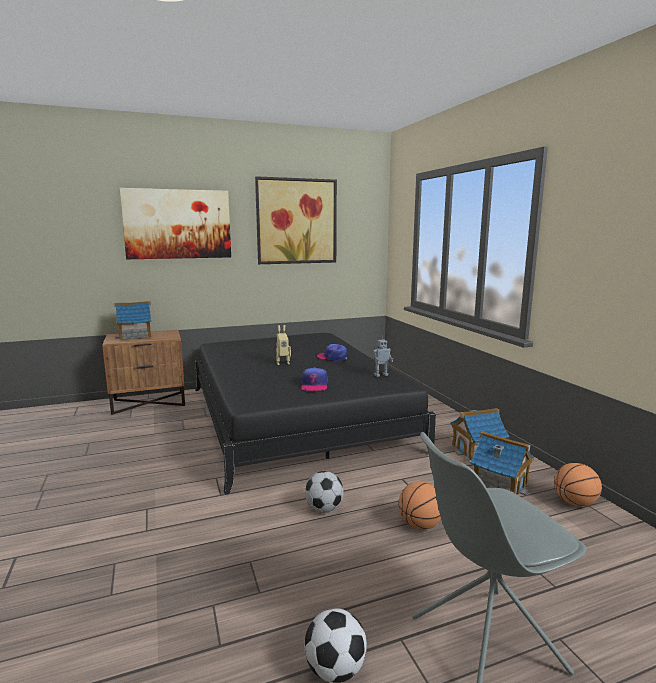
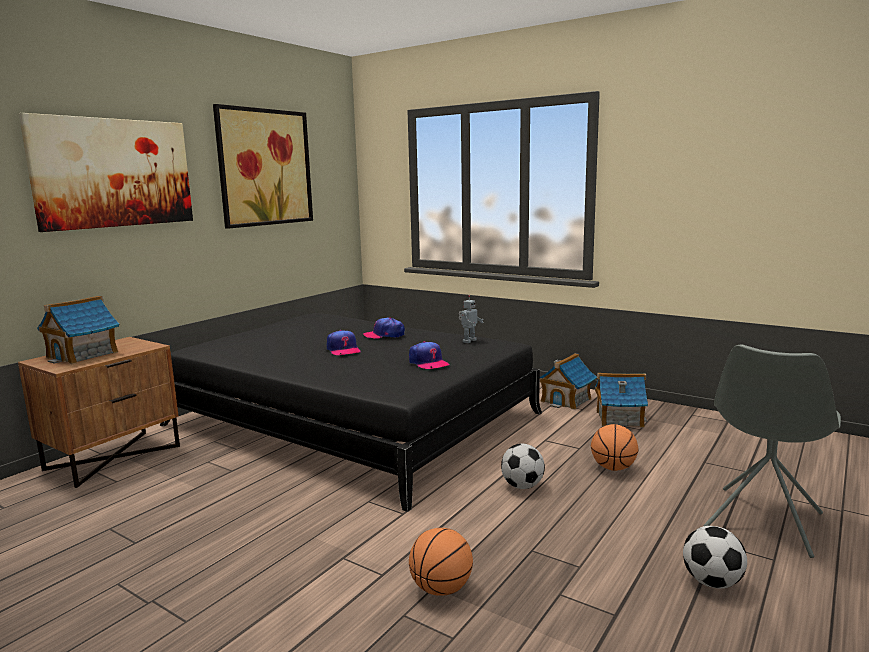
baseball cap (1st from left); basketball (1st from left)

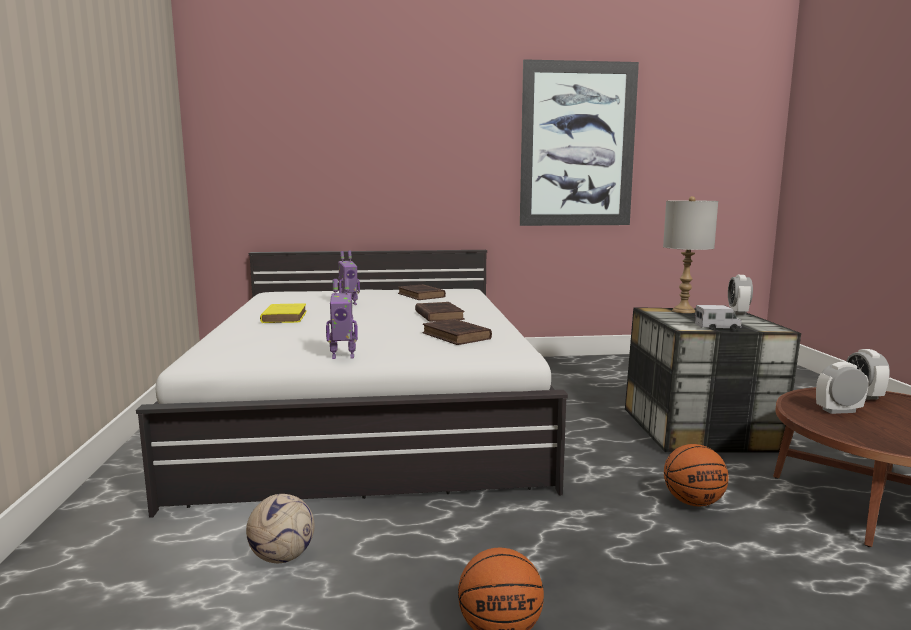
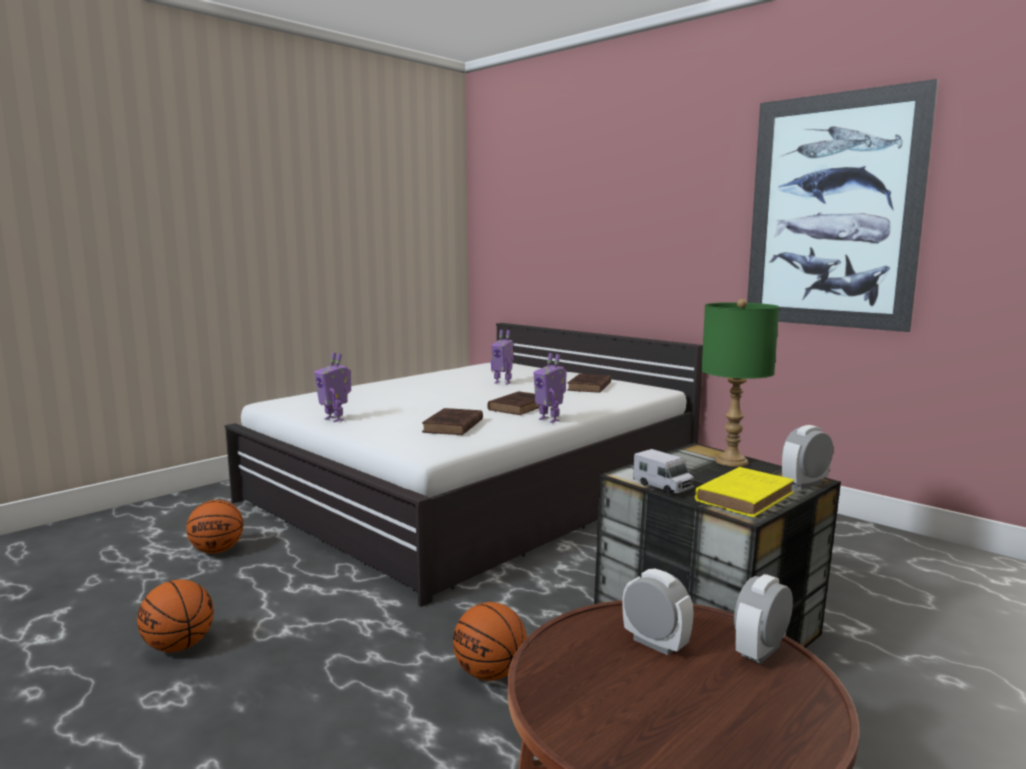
basketball (2nd from left); model robot (3rd from left); book in yellow-coloured; lamp for a table in green-coloured

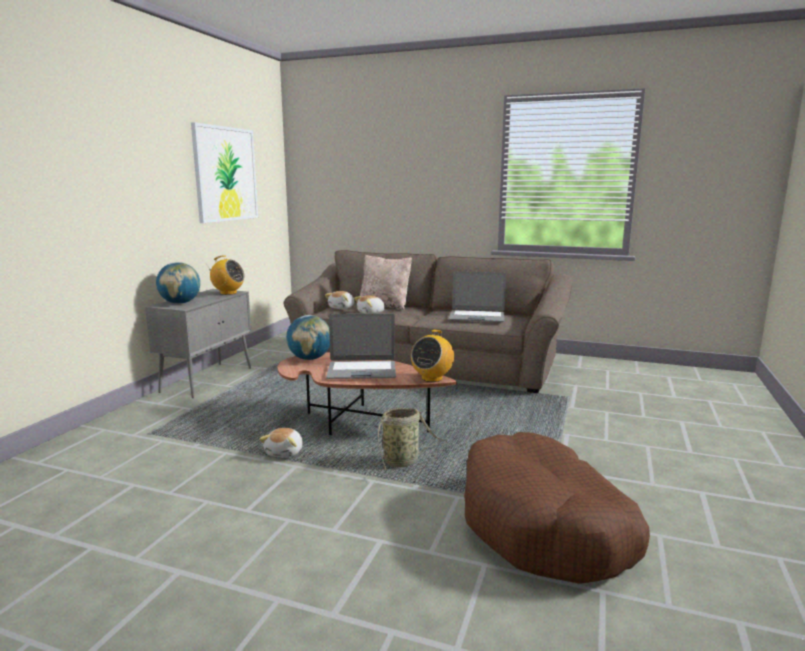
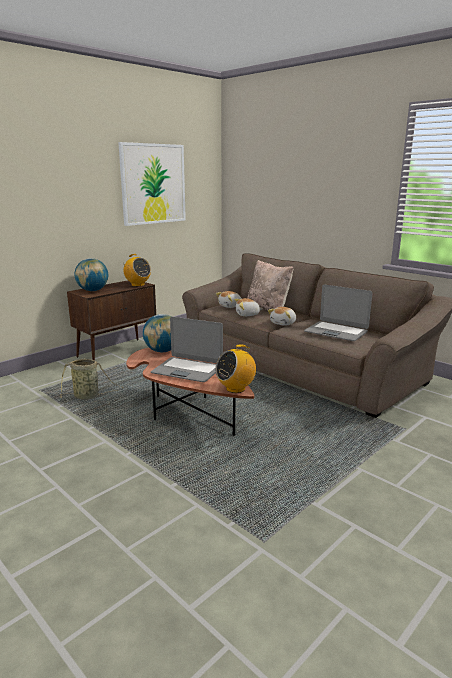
storage basket; cupboard in brownish; soft toy (3rd from left); pet bed in brownish

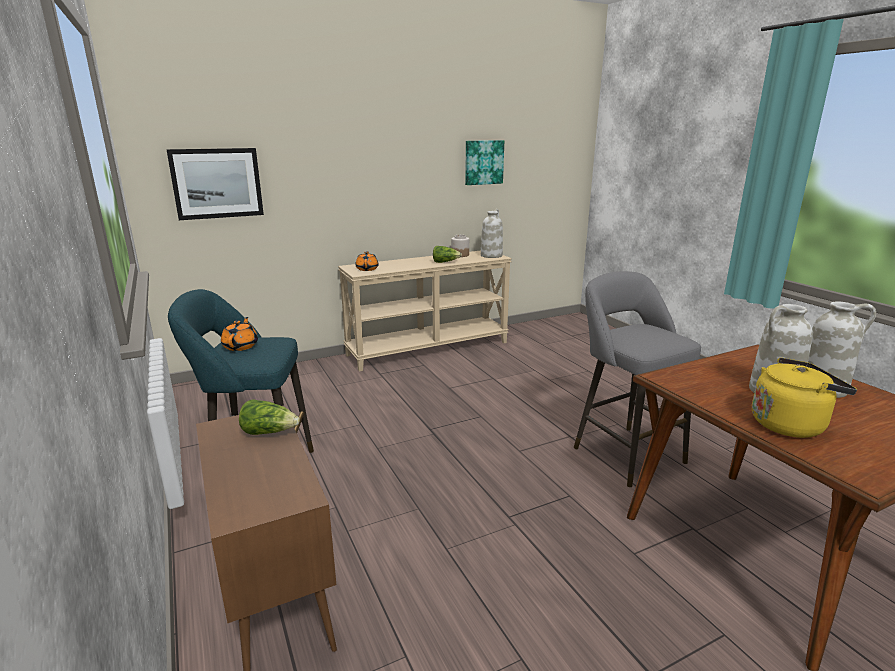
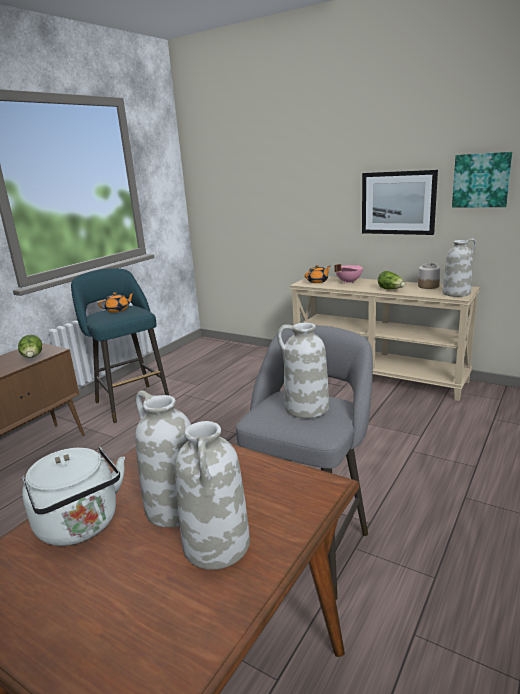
tea kettle in white; flower vase in white (3rd from left); saucepot in pink; wall art (1st from left)

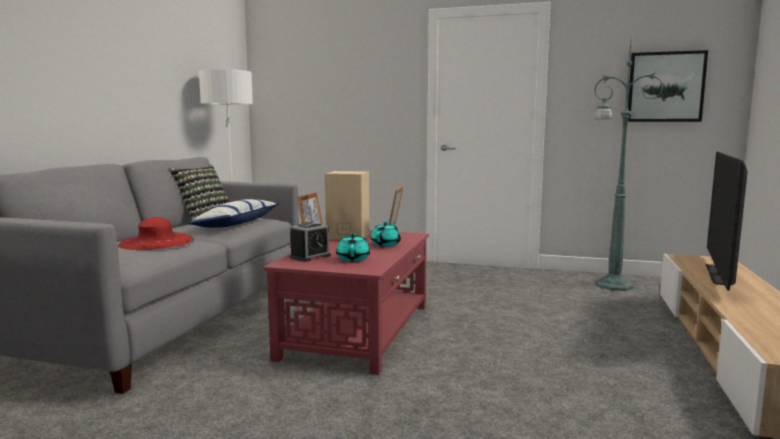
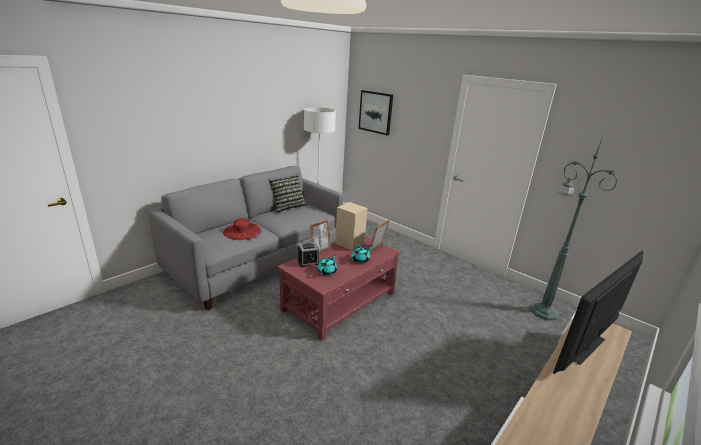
wall art; throw pillow (2nd from left in the first image)

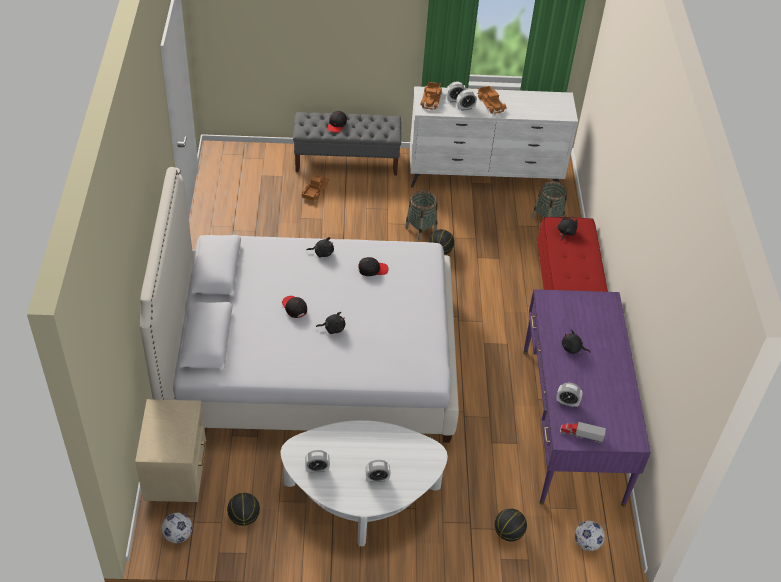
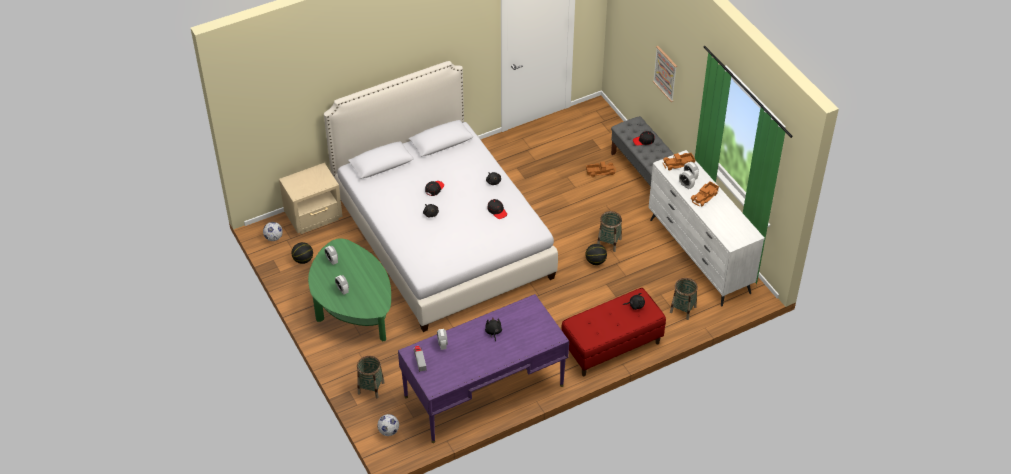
lounge table in green-coloured; storage basket (1st from left); wall art

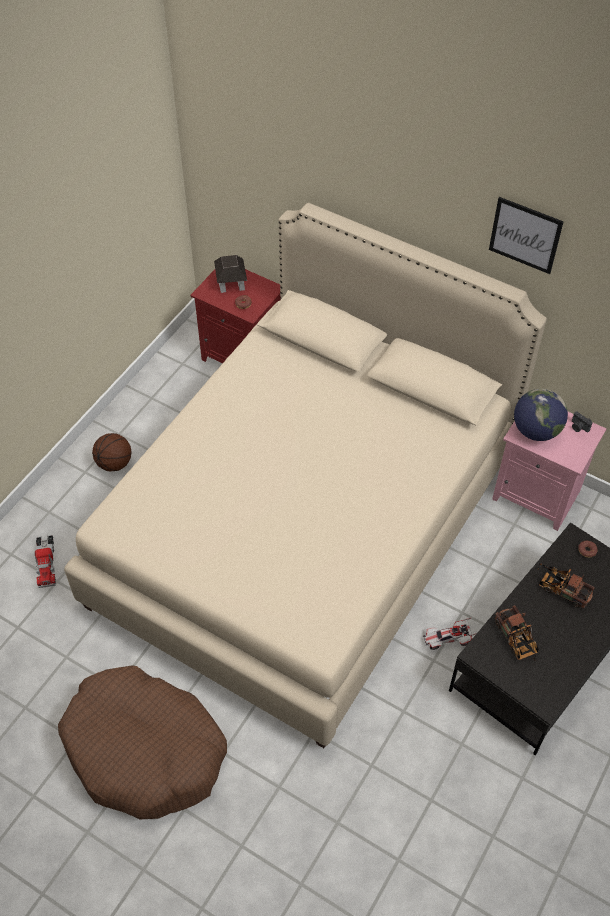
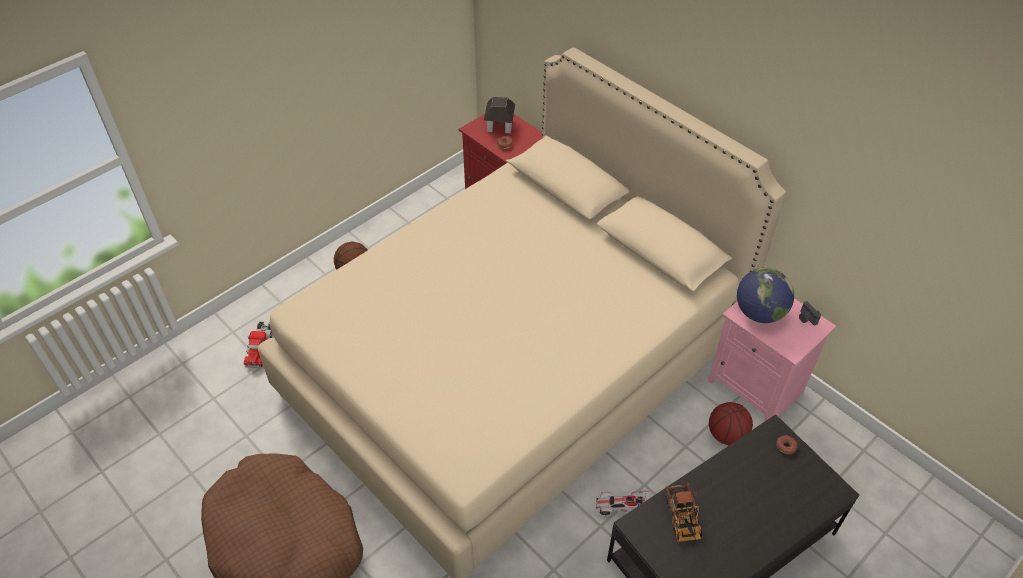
basketball (2nd from left); wall art; model truck (3rd from left in the first image)

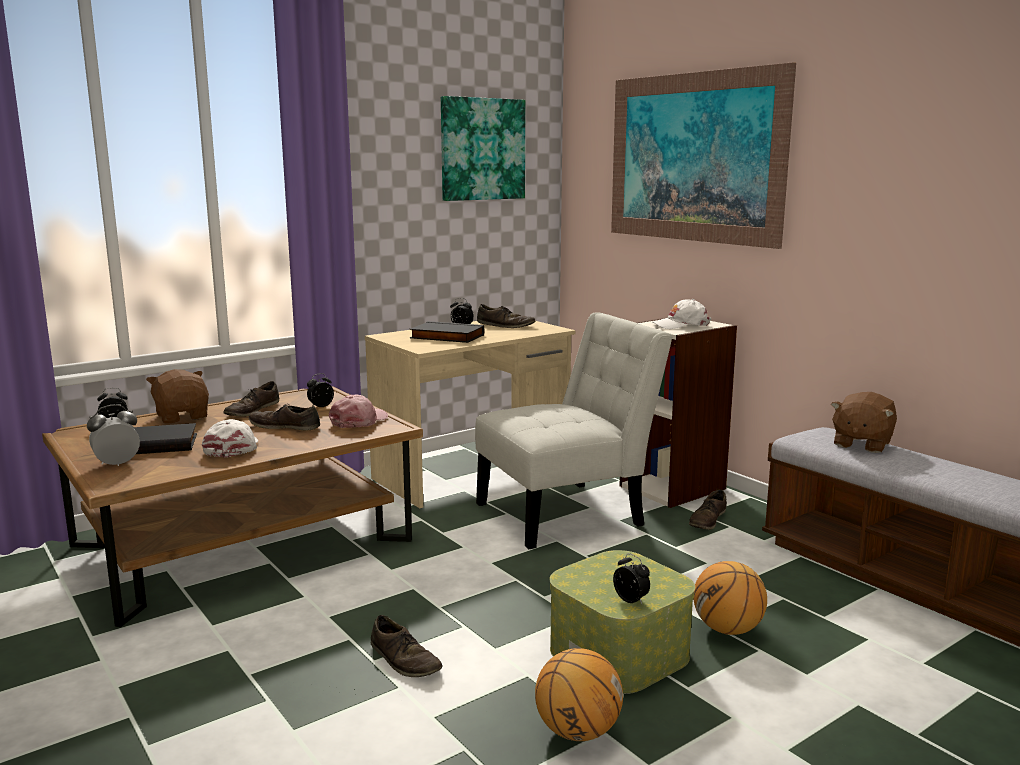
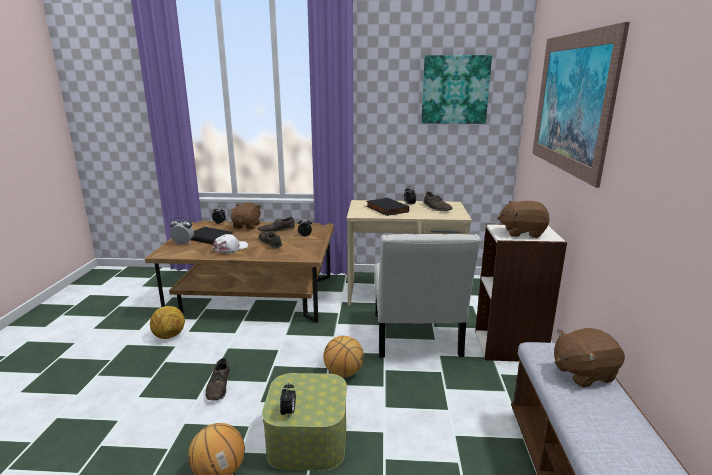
football ball; basketball (2nd from left); chair in white; soft toy in brownish (2nd from left); baseball cap in pink; shoe in brownish (5th from left in the first image)

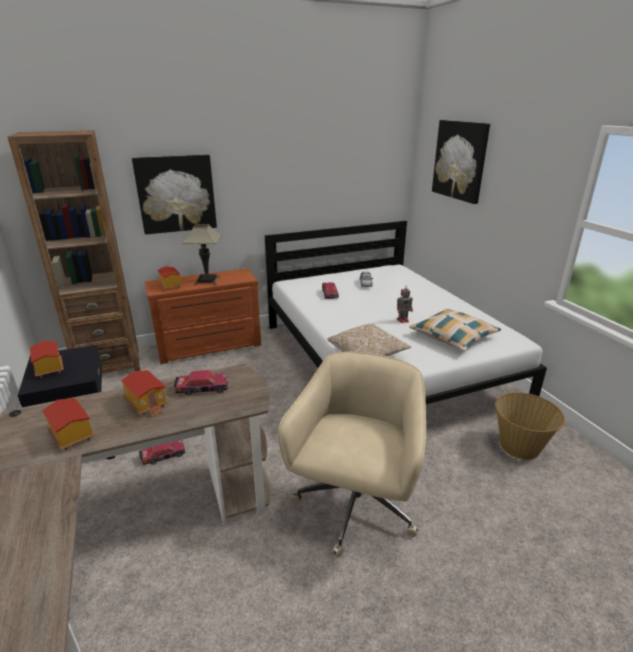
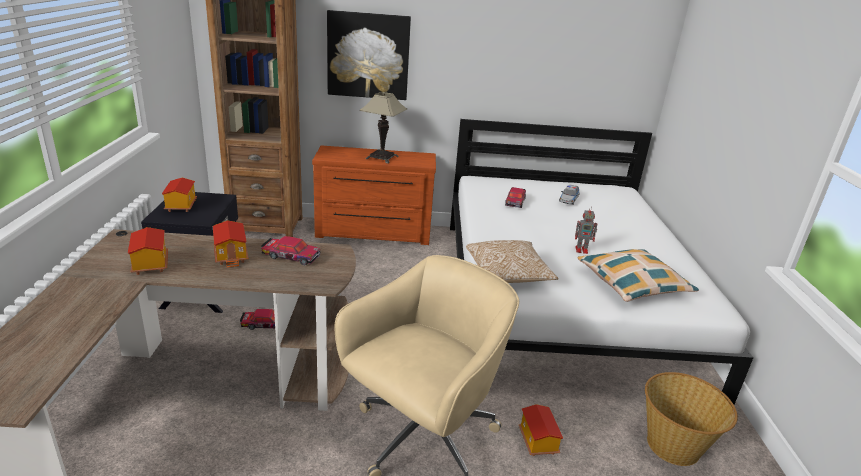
miniature house (4th from left); wall art (2nd from left in the first image)

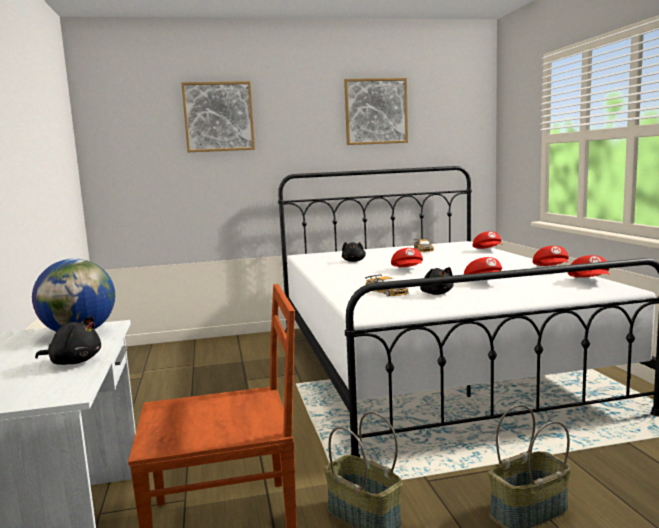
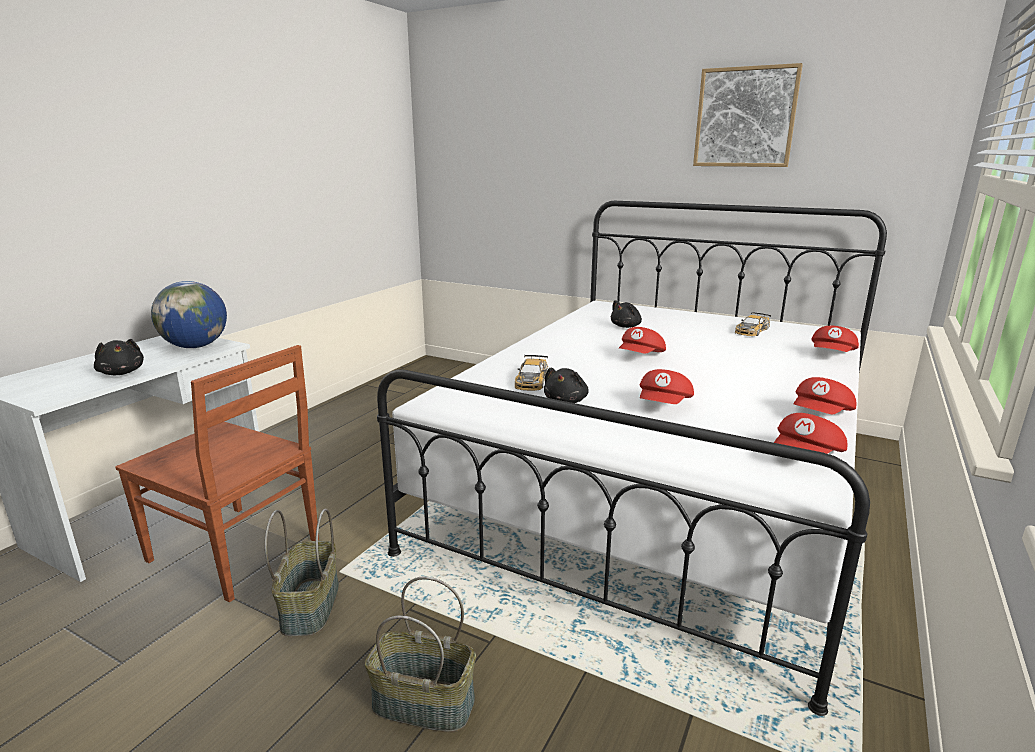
wall art (1st from left in the first image)

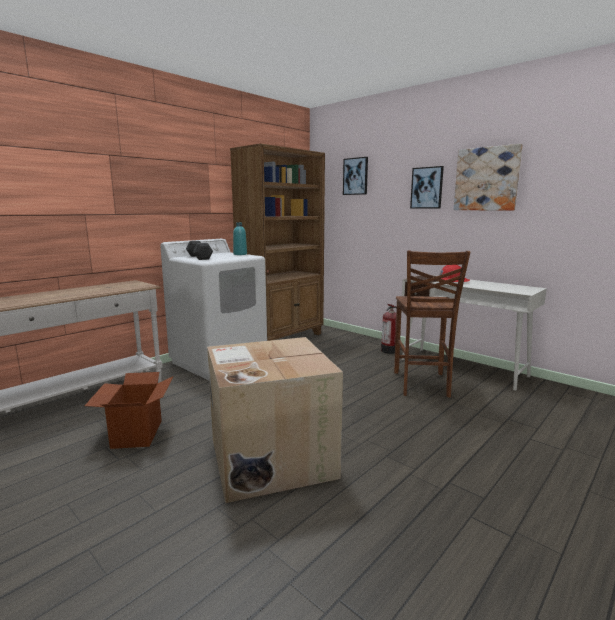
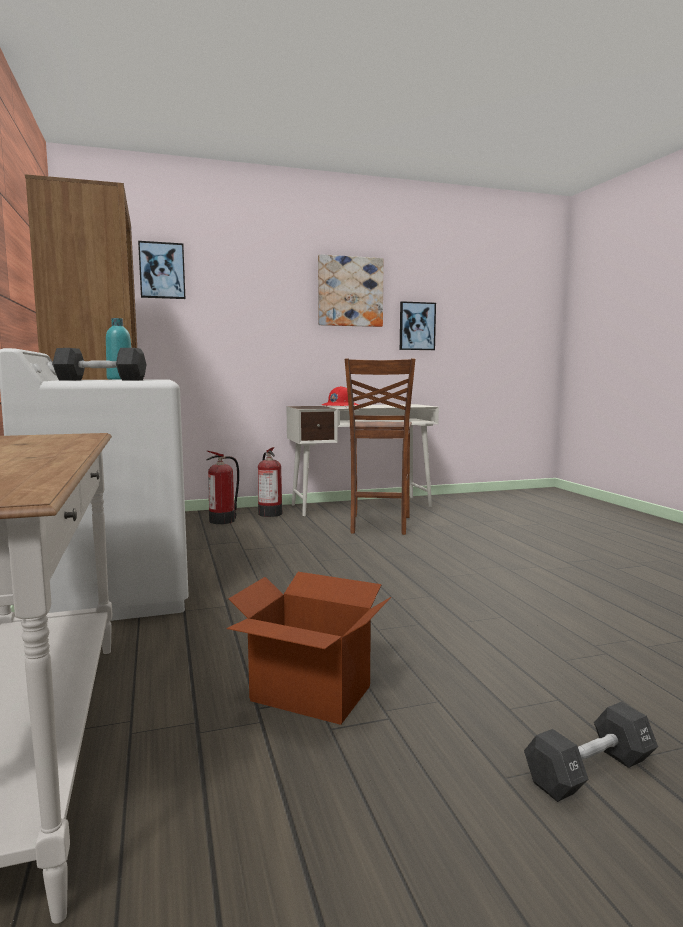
fire extinguisher (1st from left); chair in brownish; wall art (3rd from left); free weight in blackish (2nd from left); carton (2nd from left in the first image)

